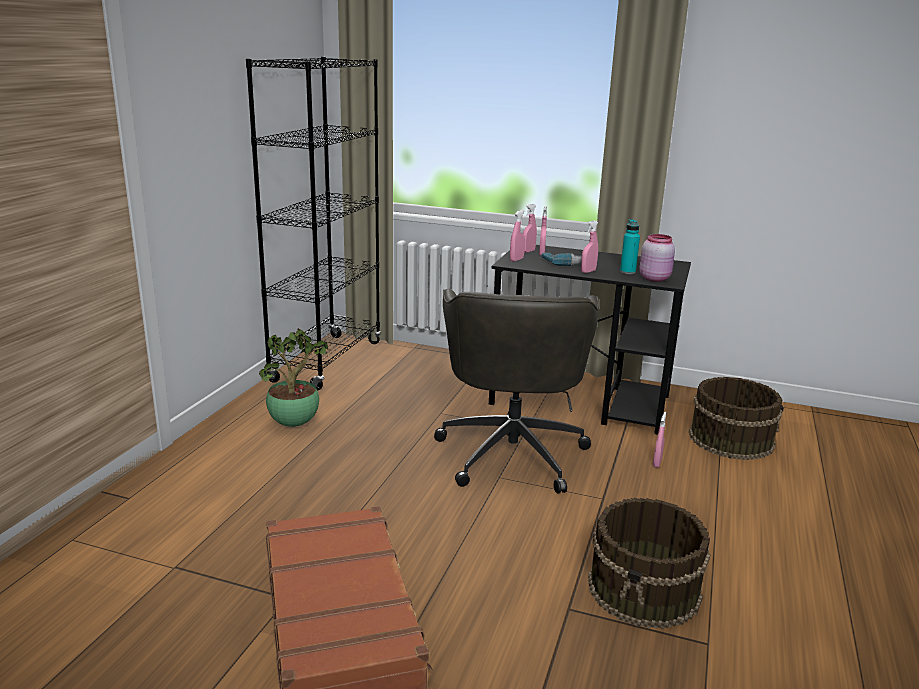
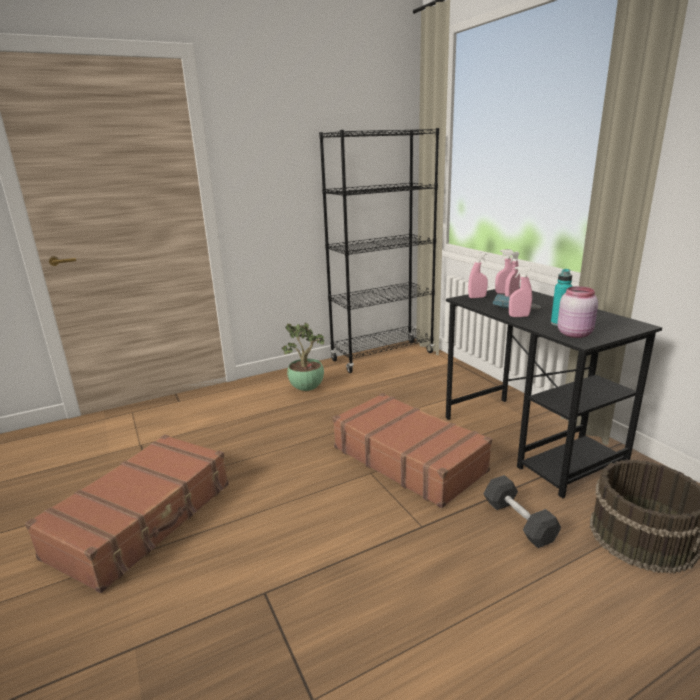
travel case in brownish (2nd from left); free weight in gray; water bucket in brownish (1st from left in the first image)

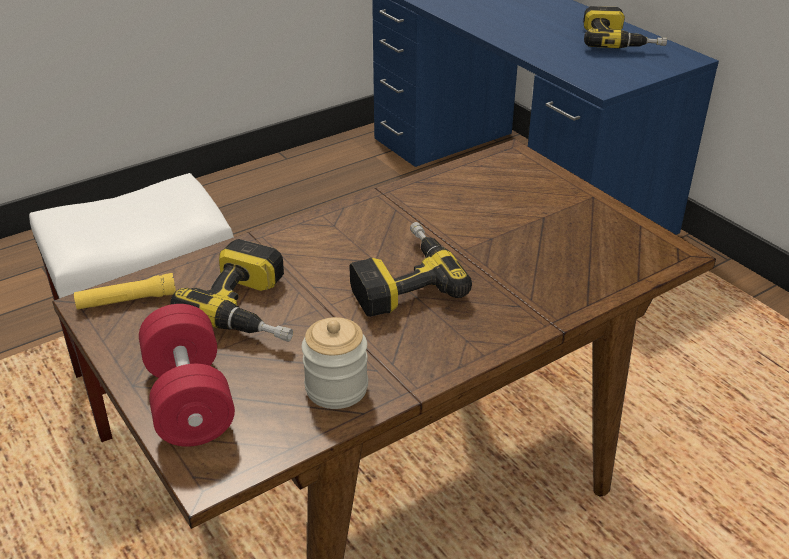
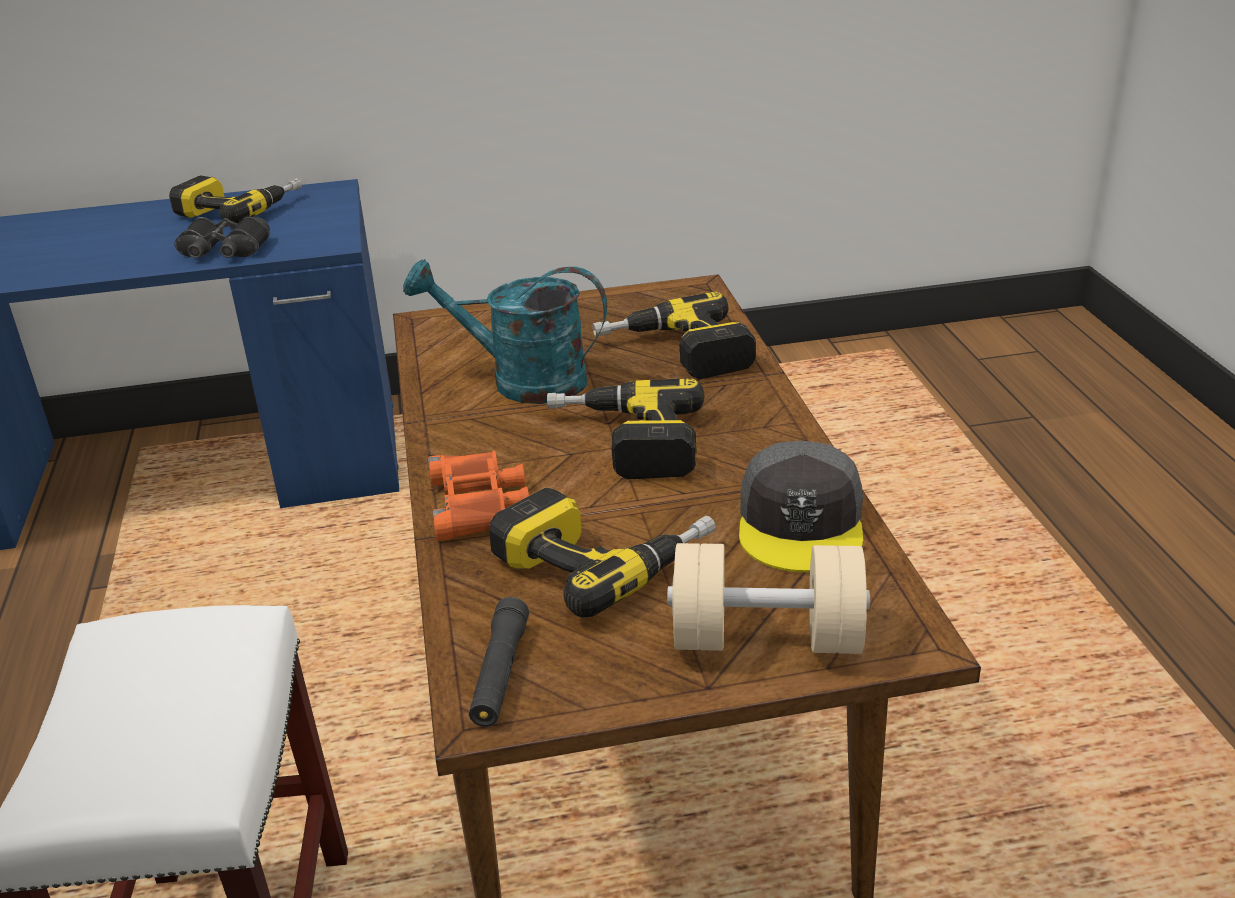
field glasses in blackish; watering can in blue-green; field glasses in orange; flashlight in blackish; power drill (4th from left); free weight in beige; baseball cap in gray

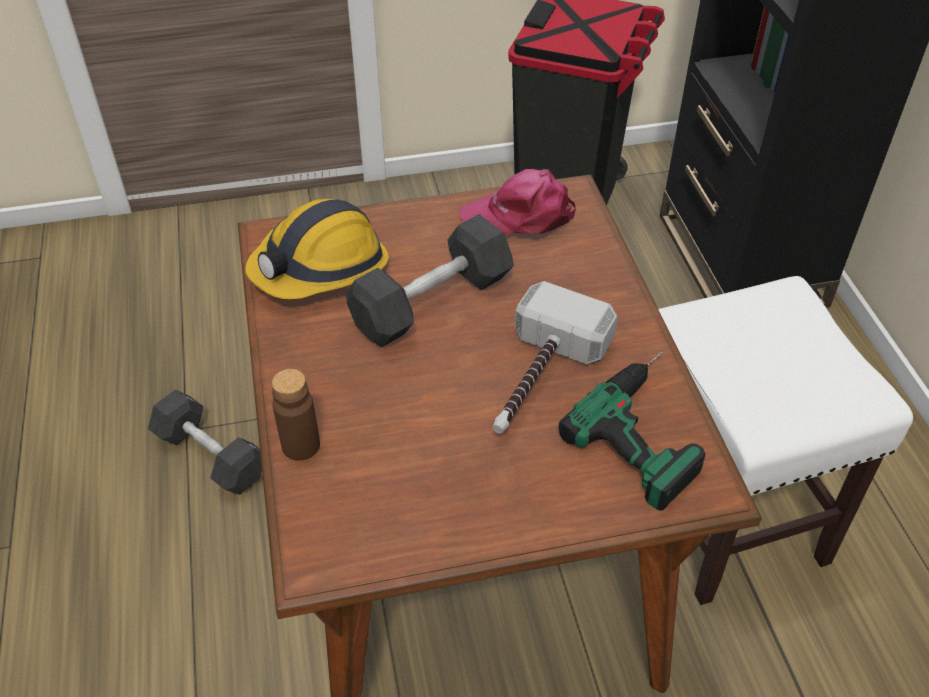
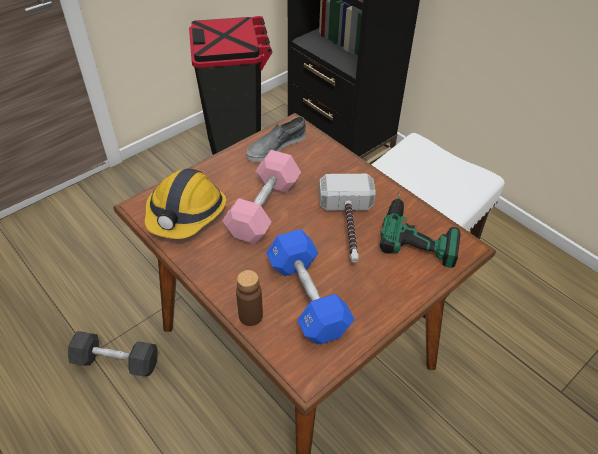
free weight in pink; shoe in gray; free weight in bluish

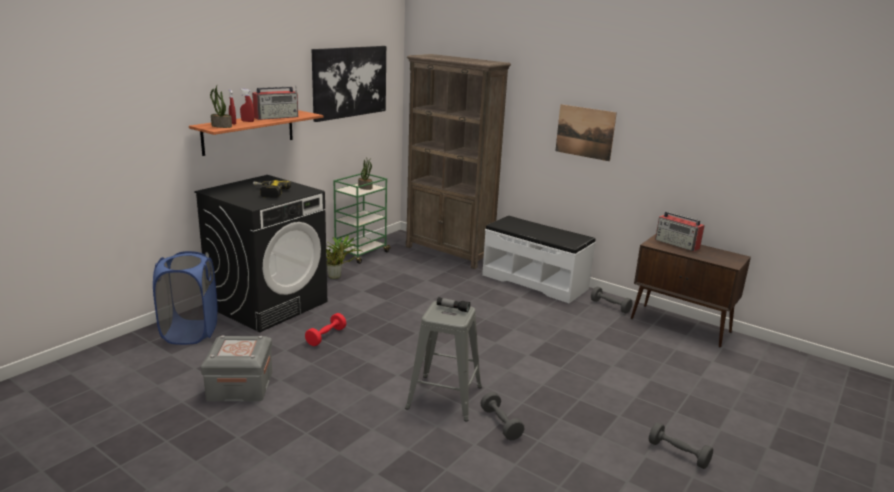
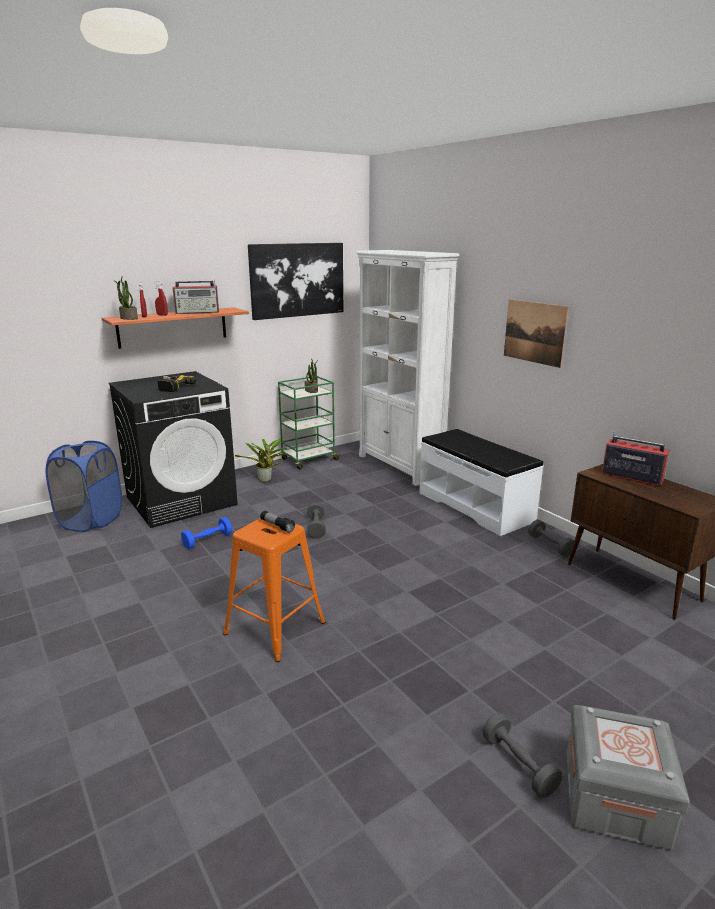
free weight in bluish; stool seat in orange; free weight in gray (1st from left); bookshelf in white; storage bin in gray; radio receiver (2nd from left)

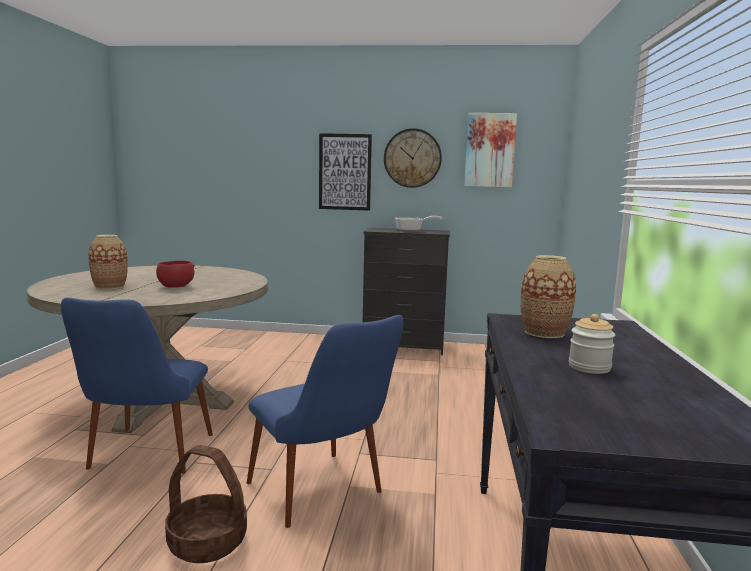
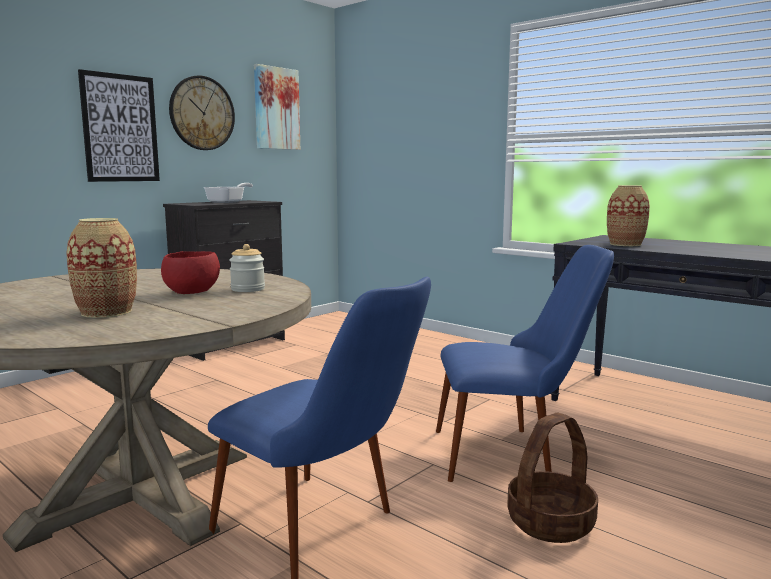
storage jar

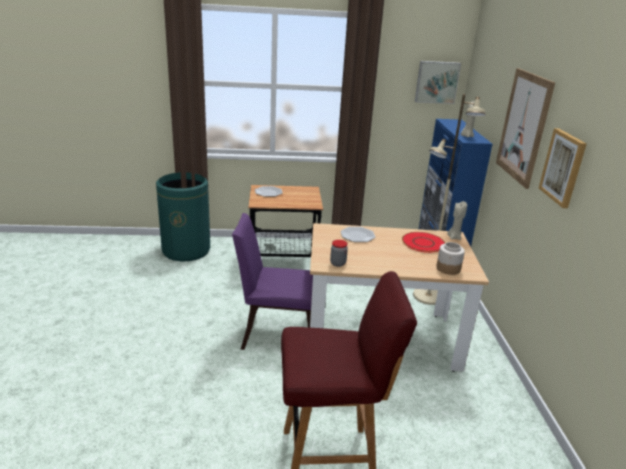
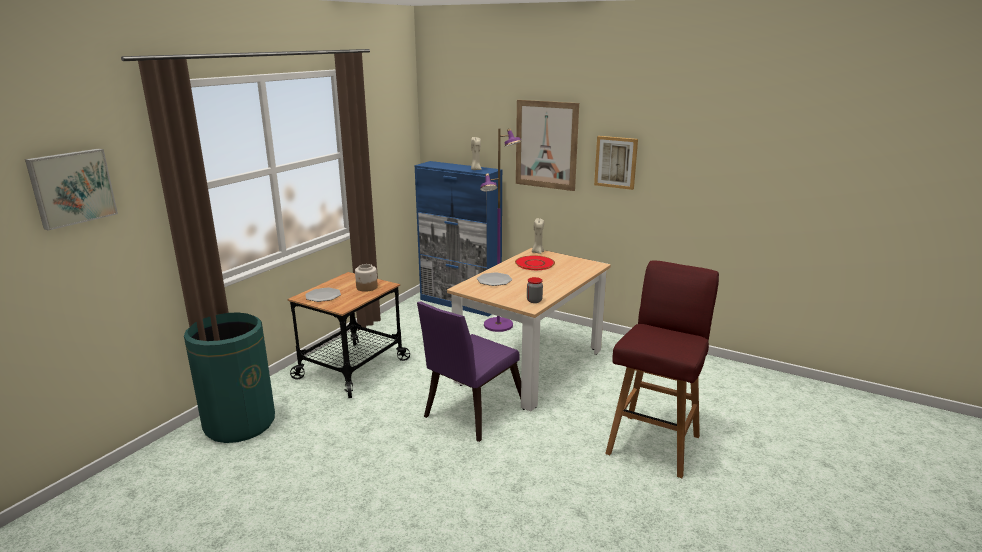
wall art (1st from left); storage jar (1st from left); floor lamp in purple-coloured

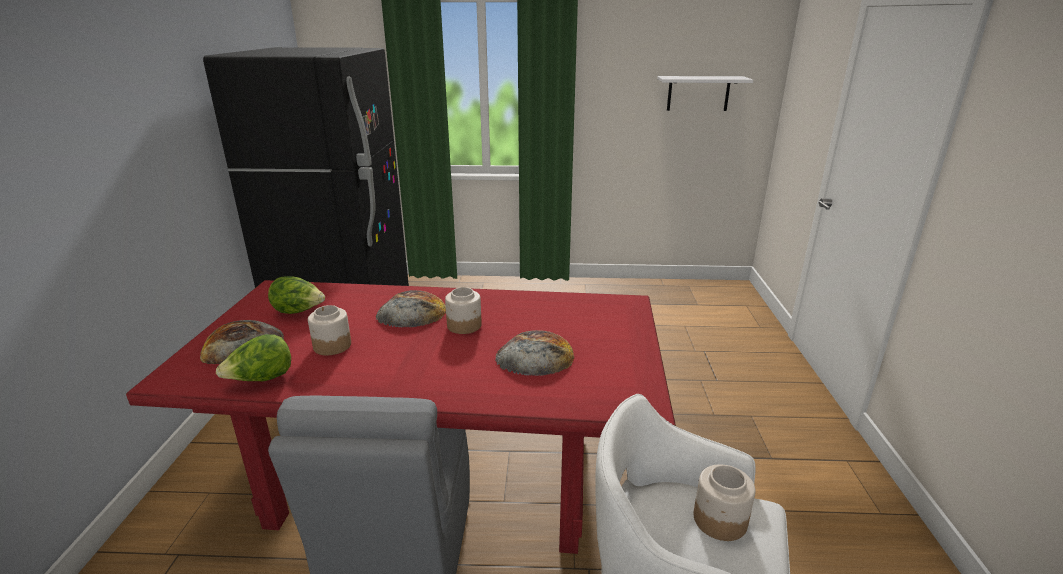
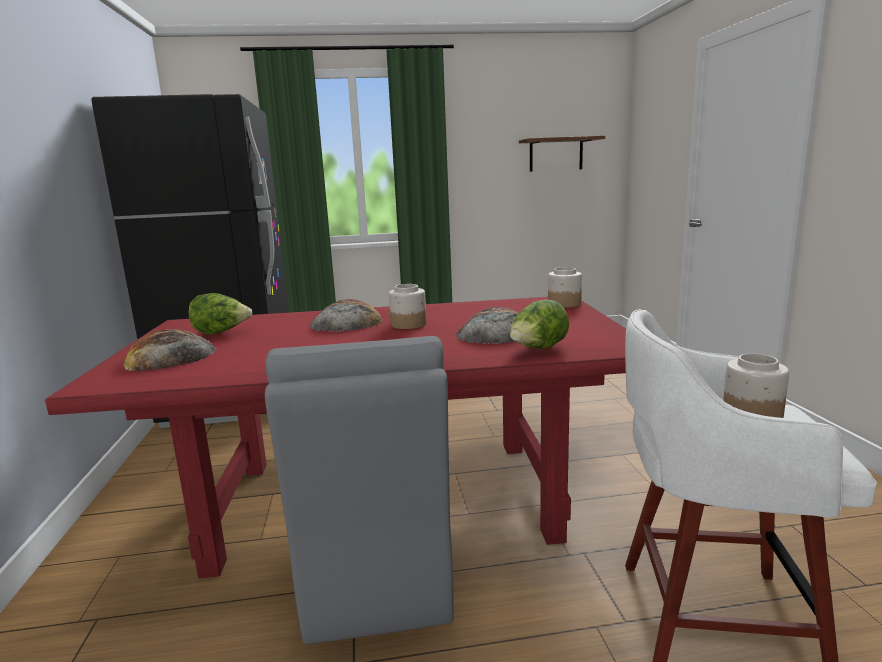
lettuce head (2nd from left); bracket shelf in brownish; storage jar (2nd from left)

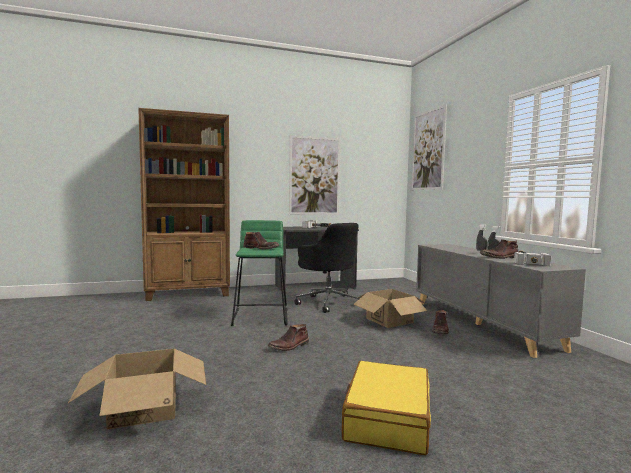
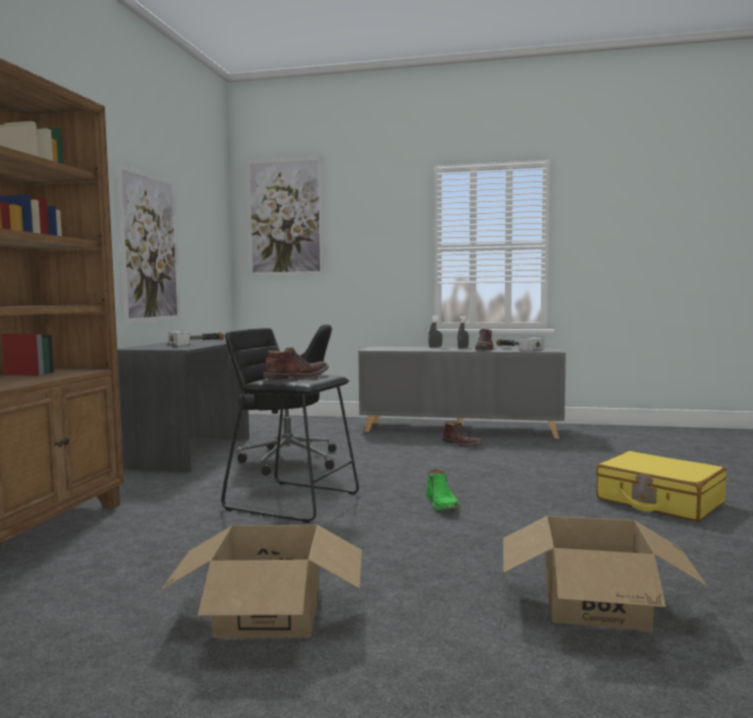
carton (1st from left); stool seat in blackish; boot in green-coloured

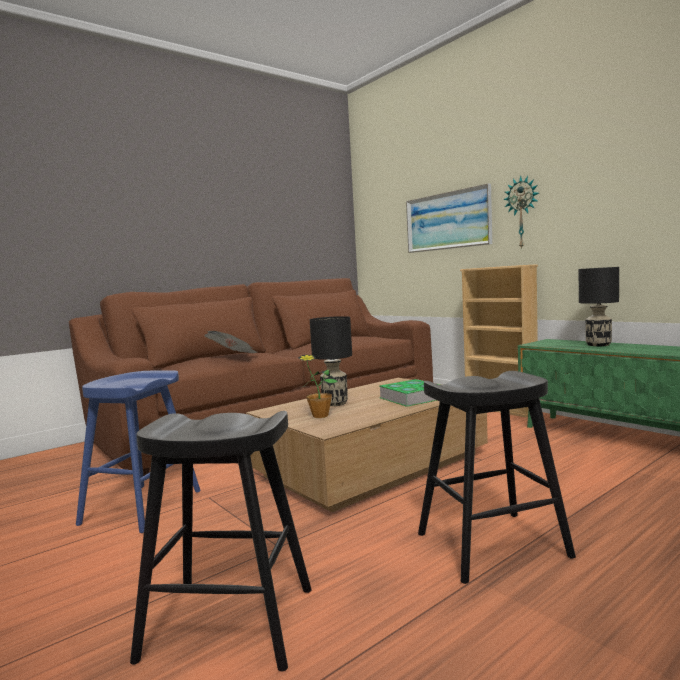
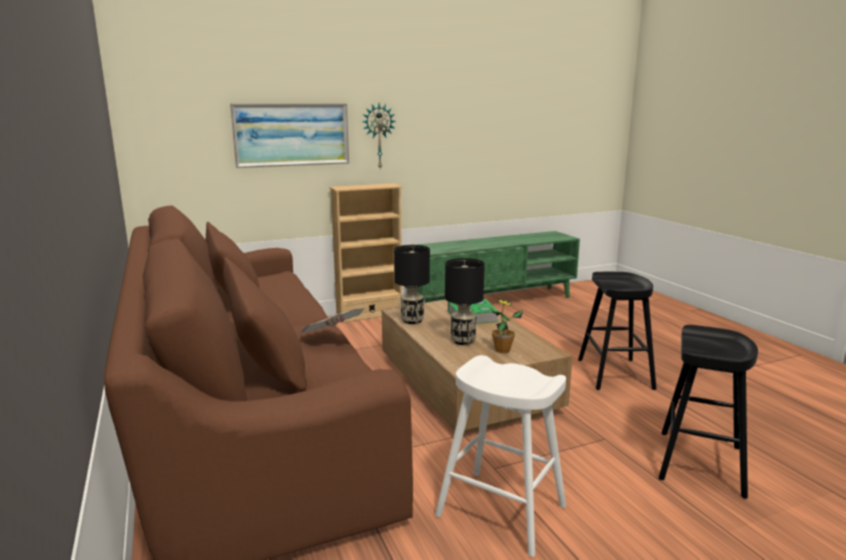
lamp for a table in blackish (1st from left); stool seat in white

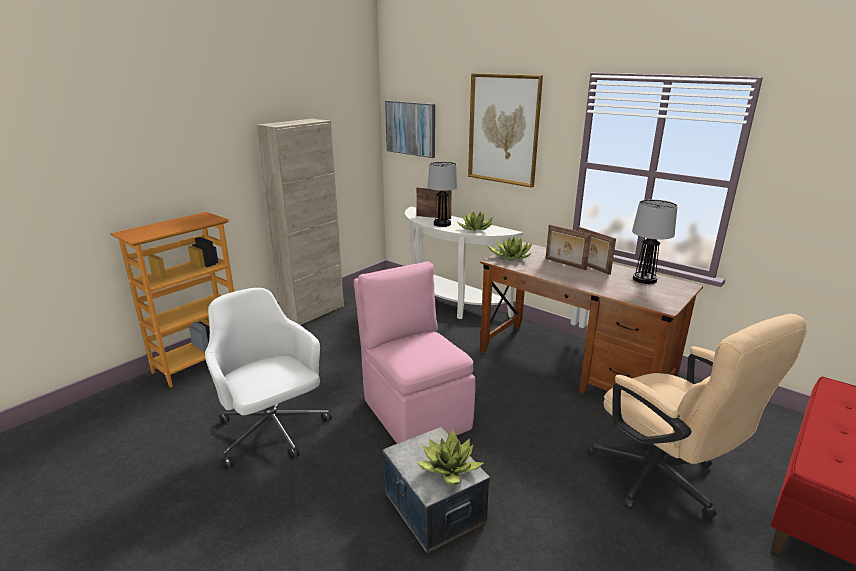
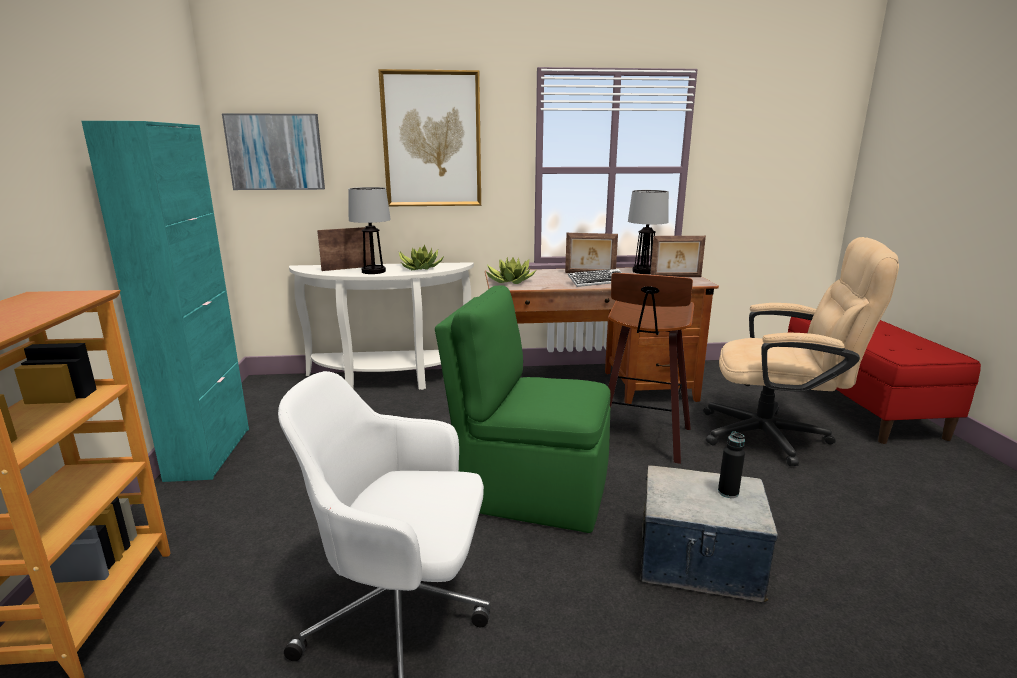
cupboard in blue-green; chair in green-coloured; computer keyboard; stool seat; standing frame (3rd from left); drink bottle in blackish

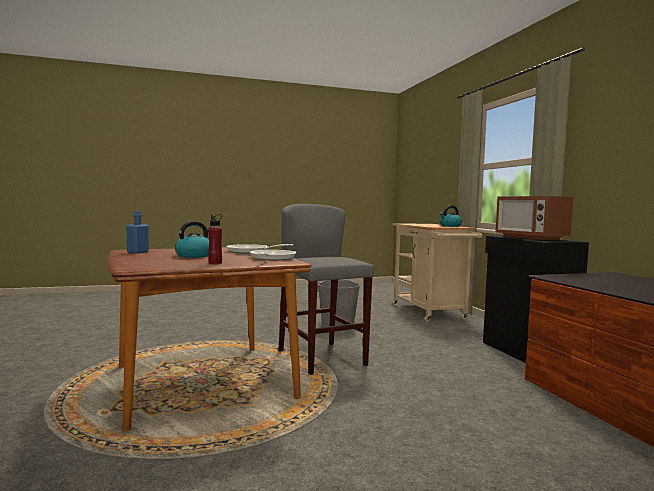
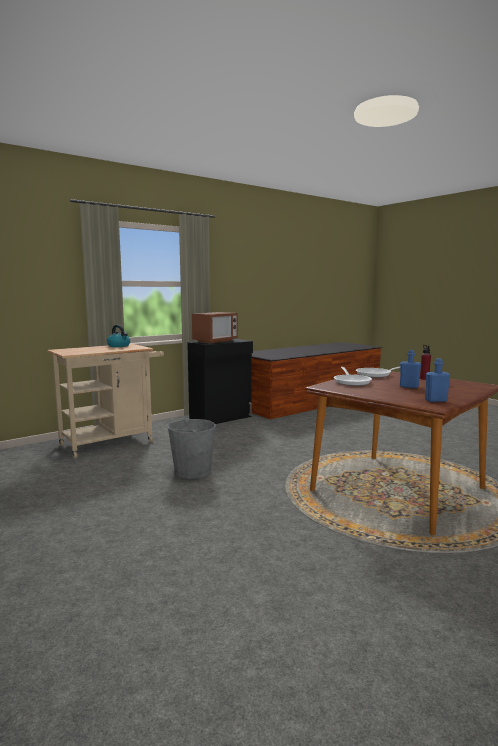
drink bottle in bluish (1st from left); stool seat in gray

